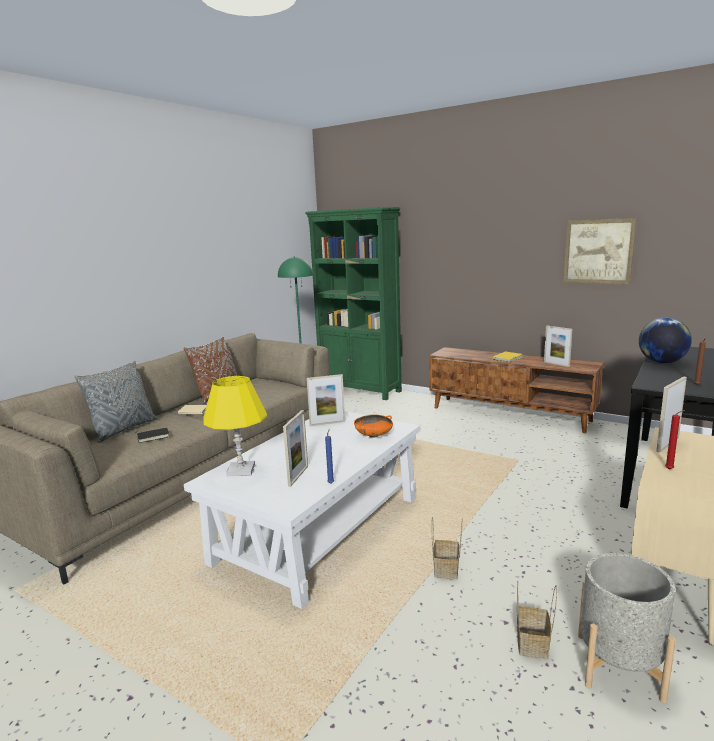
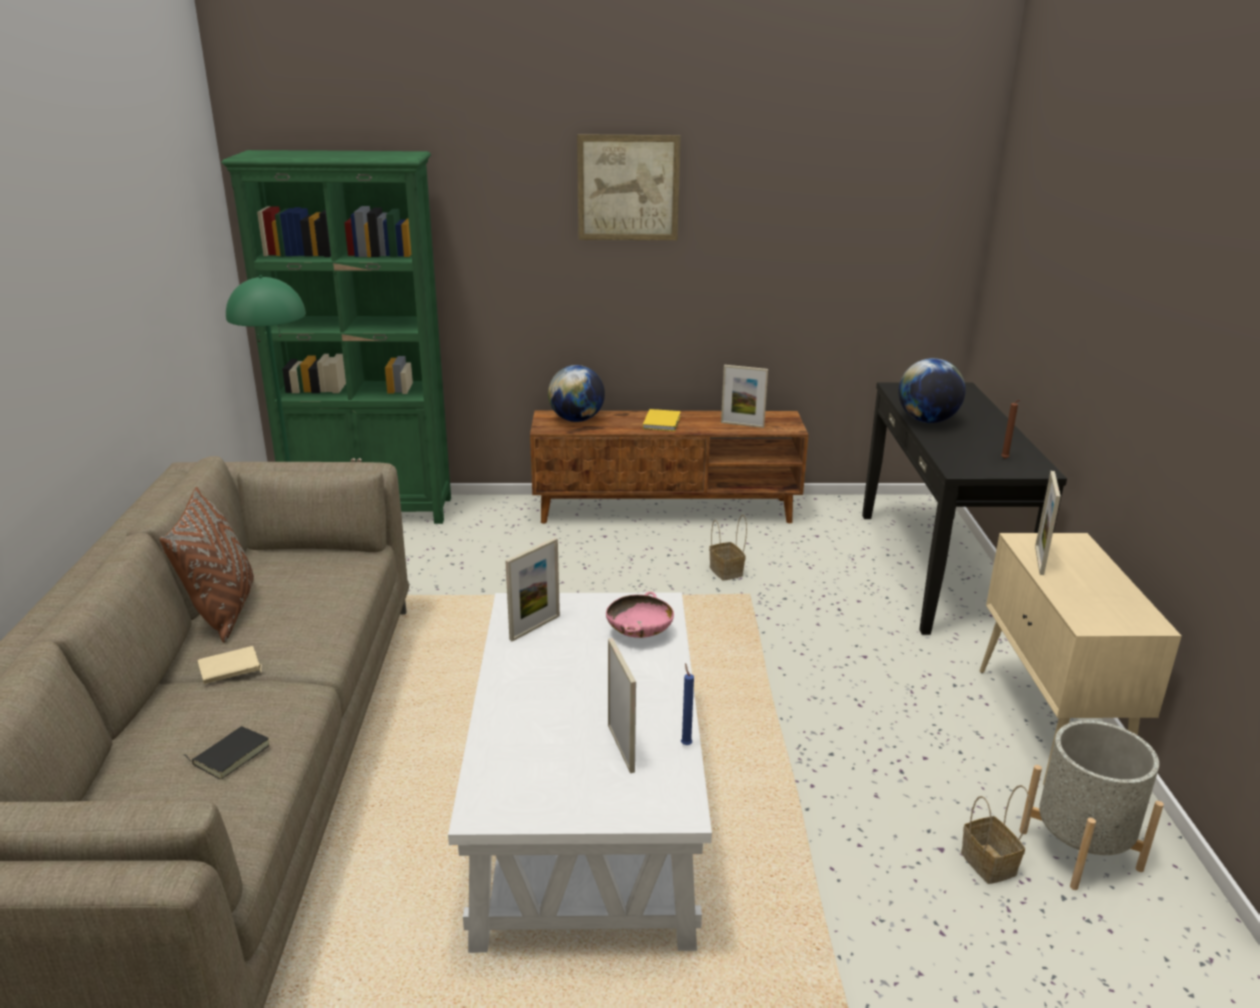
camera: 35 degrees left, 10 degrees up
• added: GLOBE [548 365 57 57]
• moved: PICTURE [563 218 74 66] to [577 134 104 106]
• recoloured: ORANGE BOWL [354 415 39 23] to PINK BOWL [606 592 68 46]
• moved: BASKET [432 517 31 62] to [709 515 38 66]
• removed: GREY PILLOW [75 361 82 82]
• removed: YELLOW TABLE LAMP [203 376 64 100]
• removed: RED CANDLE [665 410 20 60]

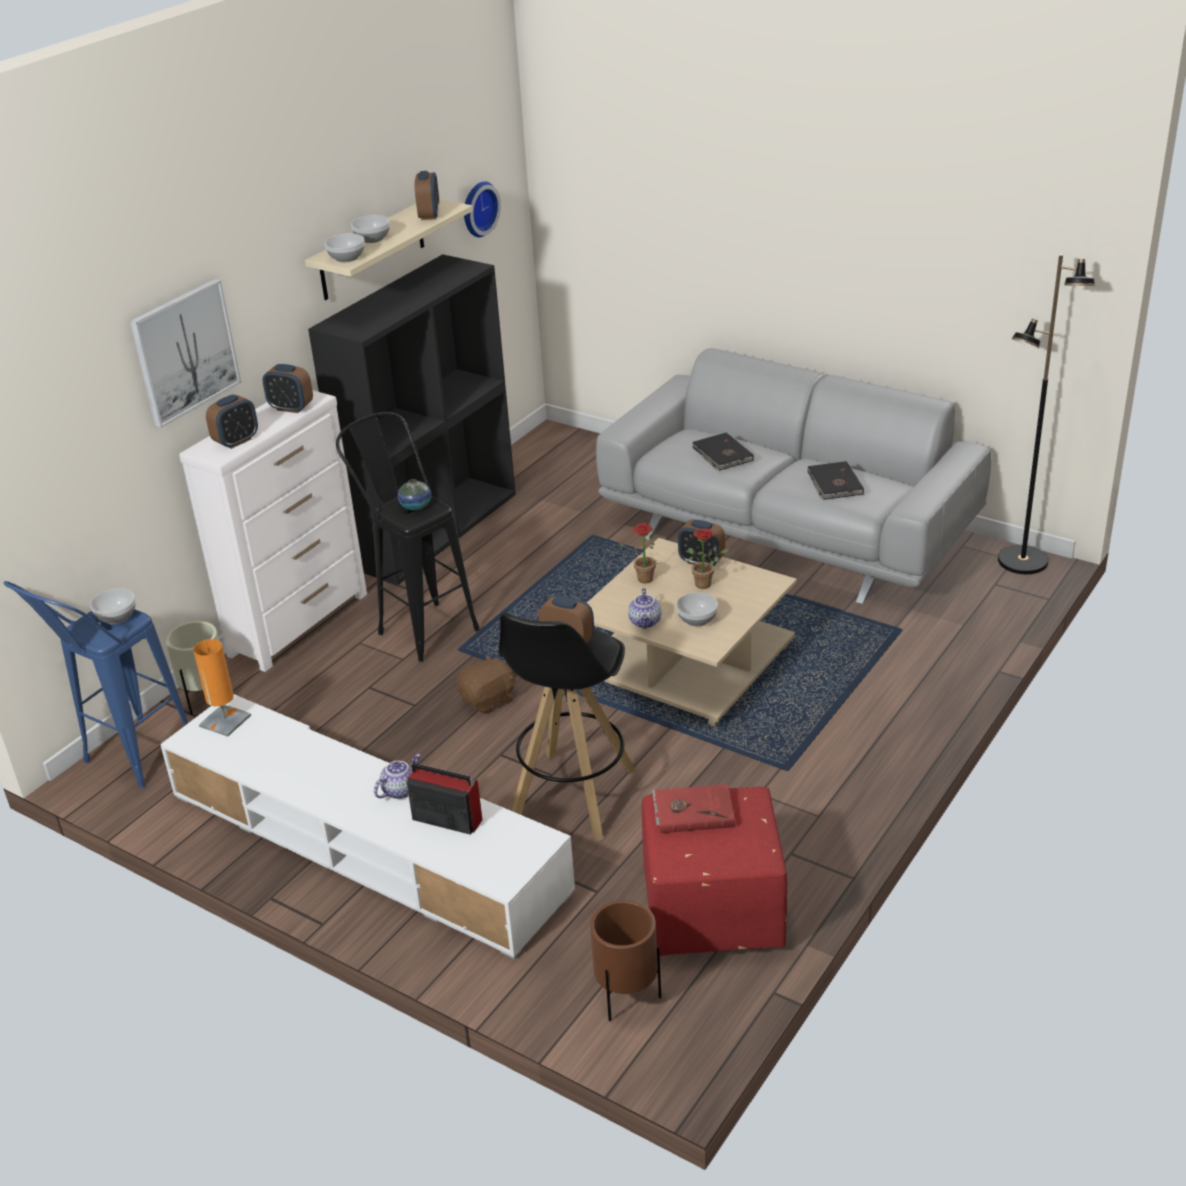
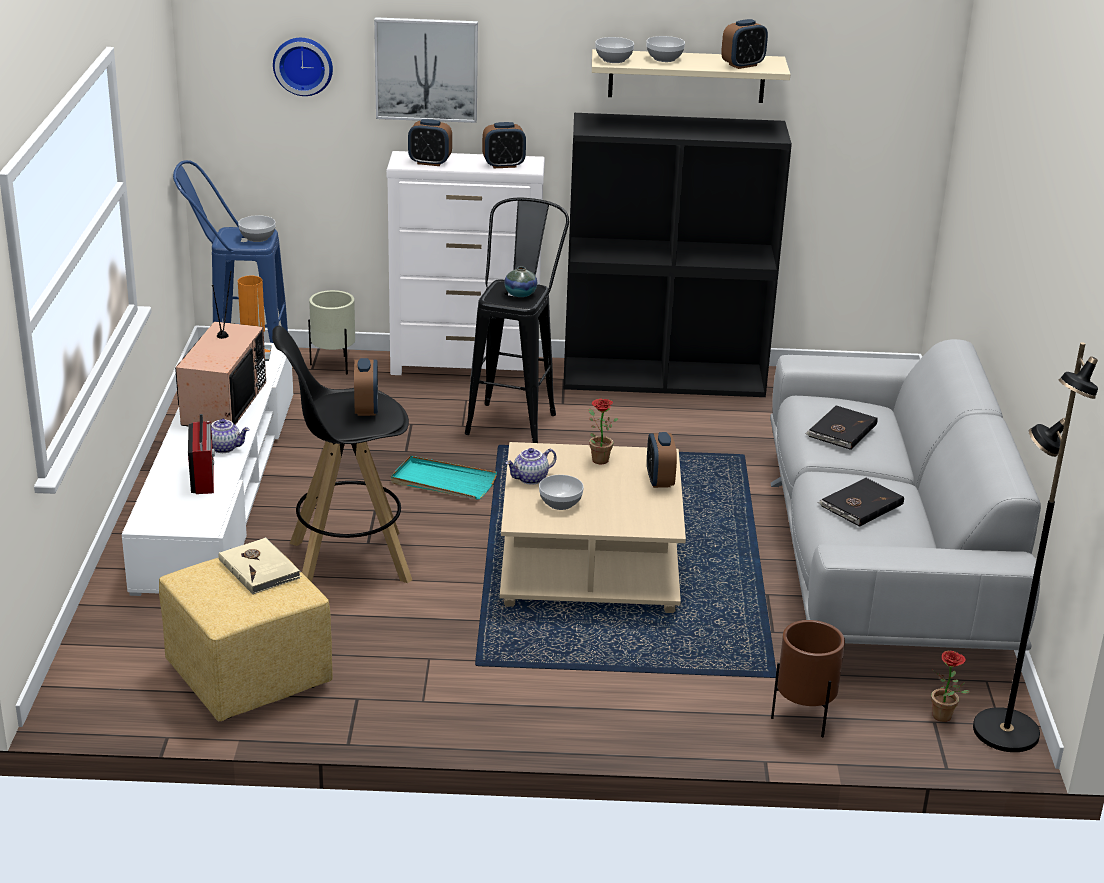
camera: 55 degrees right, 5 degrees down
• recoloured: RED OTTOMAN [642 787 145 169] to YELLOW OTTOMAN [159 546 174 175]
• added: TELEVISION [175 271 91 155]
• recoloured: RED BOOK [653 784 82 49] to BEIGE BOOK [219 537 82 57]
• moved: WALL CLOCK [464 181 37 56] to [273 38 60 58]
• replaced: BROWN PLUSH TOY [457 655 58 59] to TURQUOISE TRAY [391 456 106 44]
• turned: ALARM CLOCK [263 364 50 49] = [482 122 44 46] 90 degrees counterclockwise
• moved: BROWN PLANTER [590 900 71 121] to [771 620 74 118]
• moved: POTTED PLANT [688 529 41 60] to [931 651 39 71]

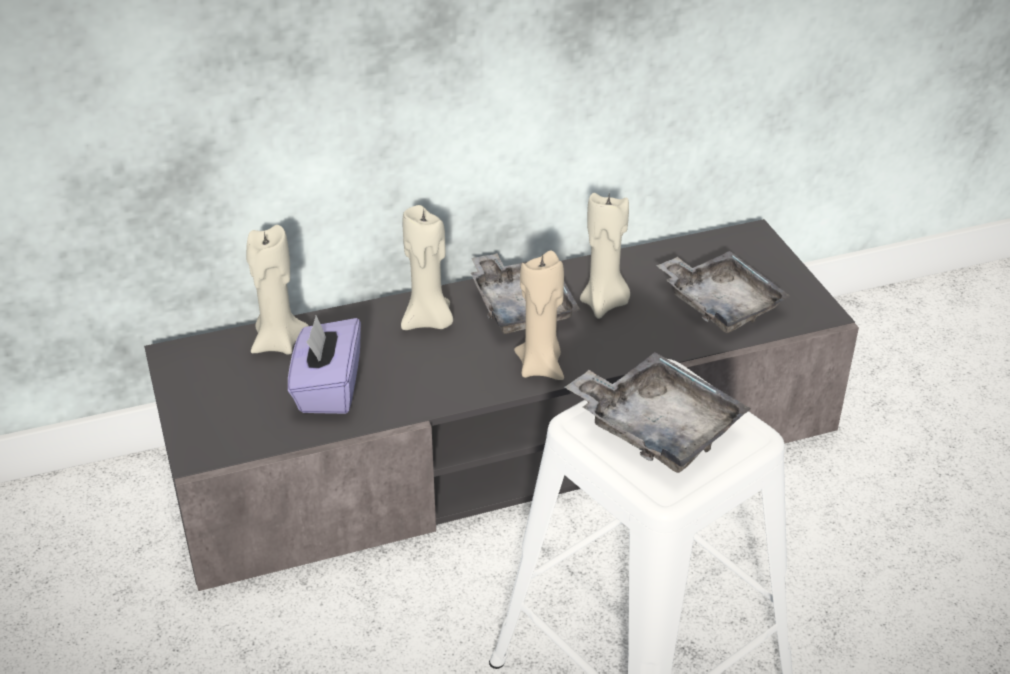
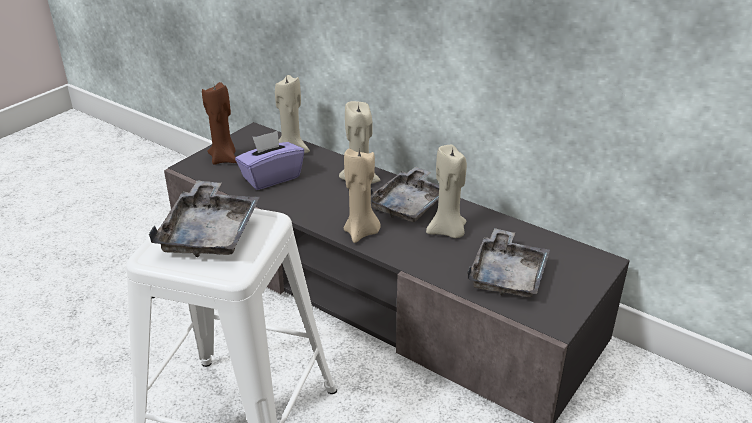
camera: 55 degrees right, 5 degrees down
• added: BROWN CANDLE [202 82 35 83]

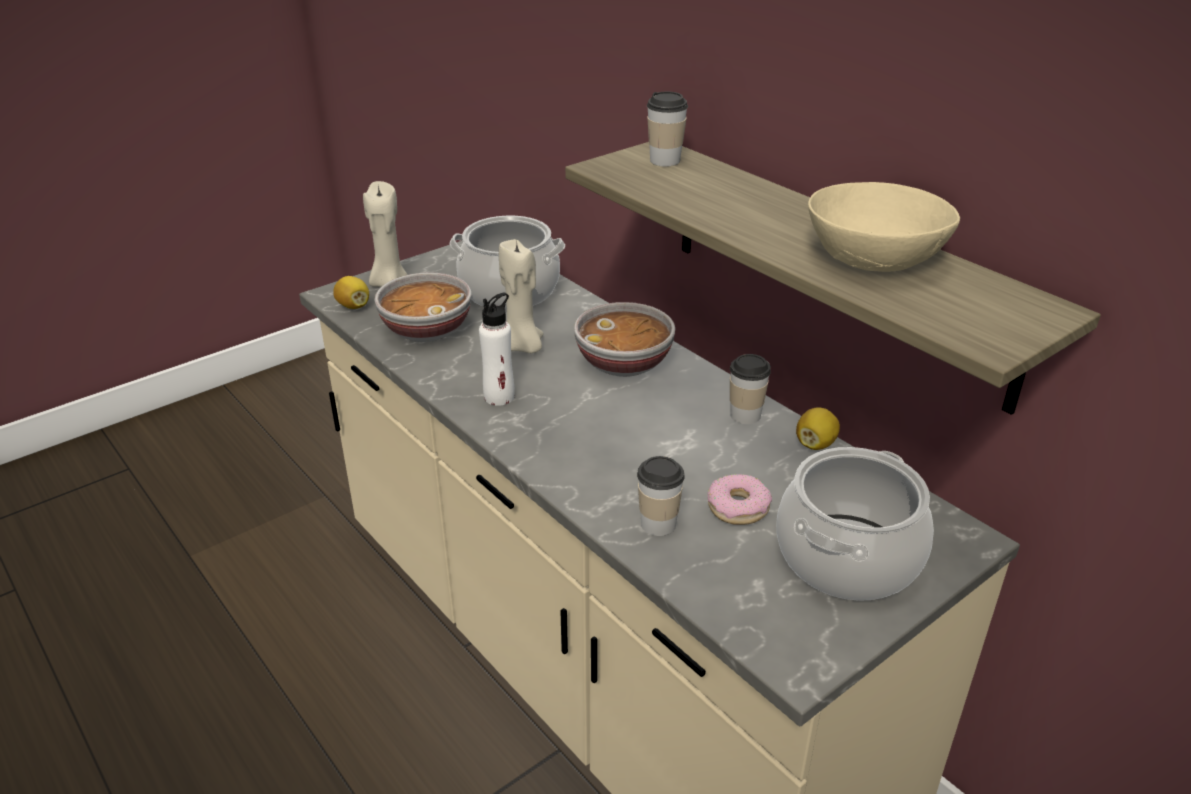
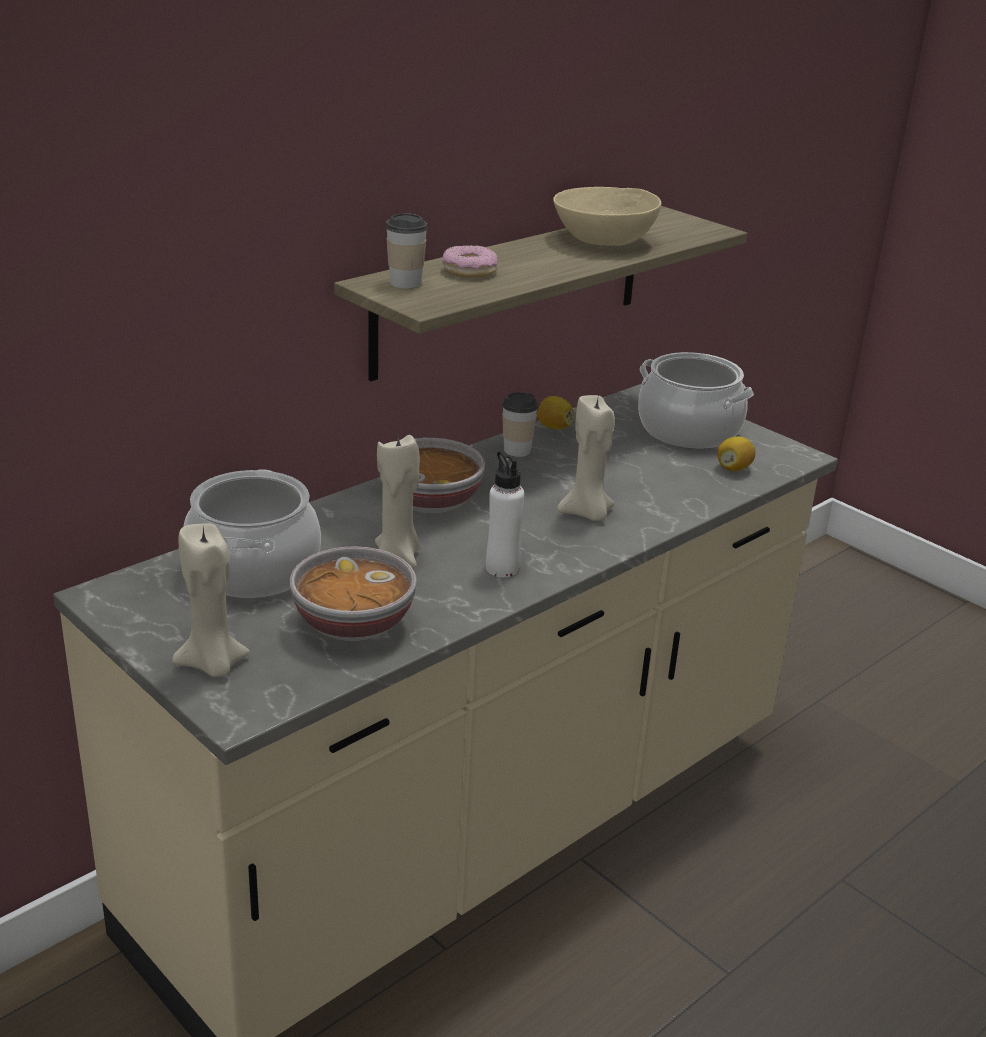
camera: 95 degrees left, 5 degrees down
• moved: DONUT [708 474 64 51] to [443 245 55 33]
• added: BEIGE CANDLE [557 395 58 126]
• moved: LEMON [333 276 36 33] to [717 437 38 34]
• removed: CUP [637 456 48 80]

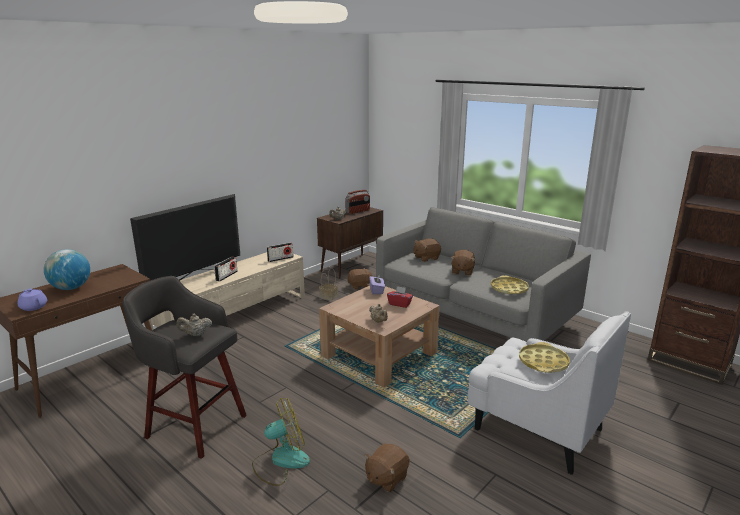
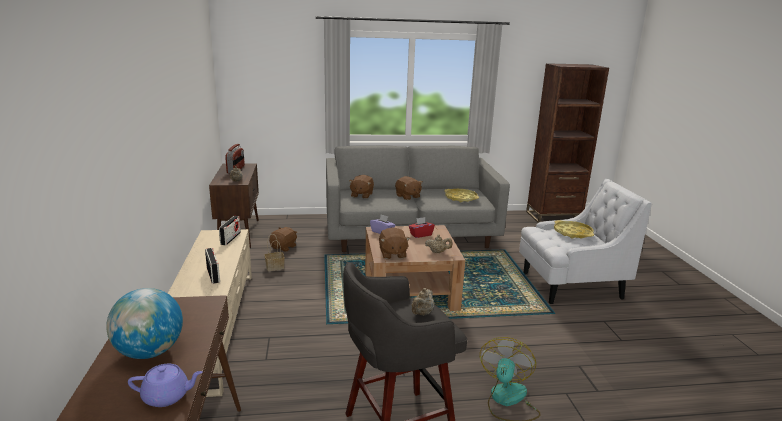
camera: 50 degrees left, 0 degrees up
• moved: BROWN PLUSH TOY [364 443 46 49] to [379 227 31 32]
• removed: TELEVISION [130 194 110 87]

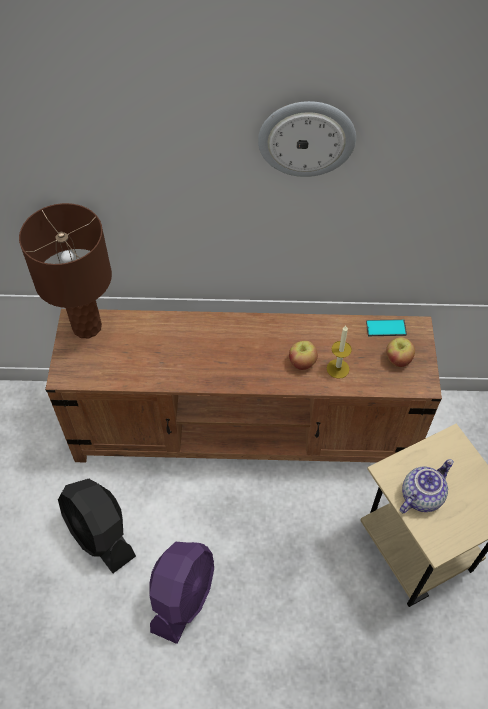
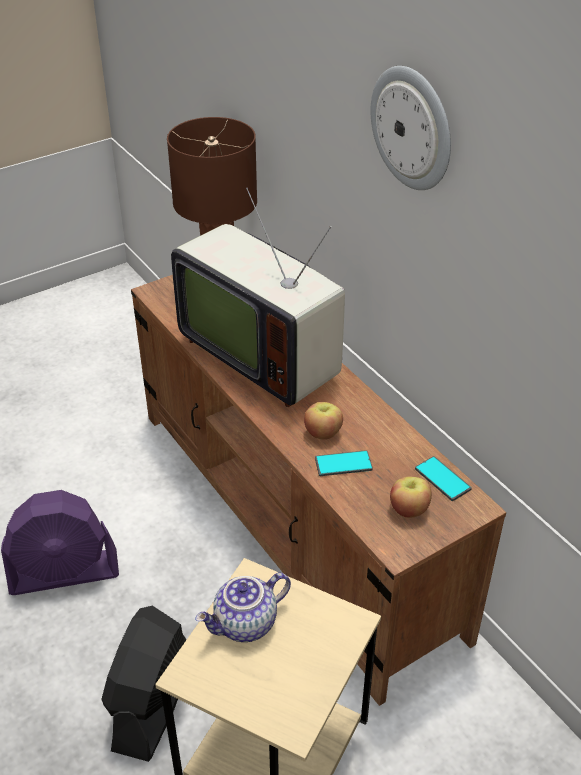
camera: 55 degrees right, 15 degrees down
• moved: BLACK FAN [58 479 78 94] to [101 606 86 156]
• added: TELEVISION [171 188 174 219]
• turned: TEAPOT [400 459 53 54] = [195 572 96 70] 135 degrees clockwise
• replaced: CANDLE [327 326 25 53] to PHONE [315 450 58 26]

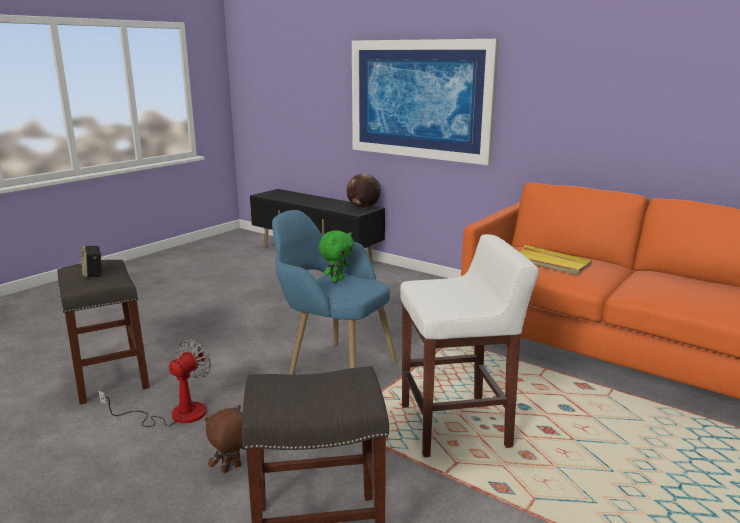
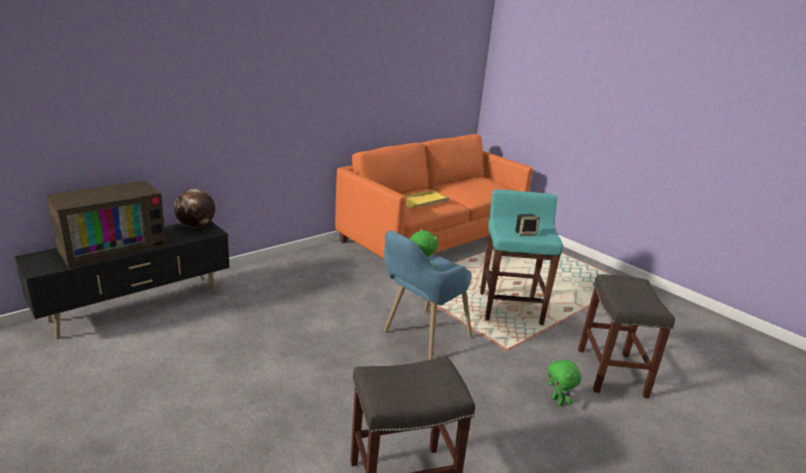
camera: 80 degrees left, 5 degrees up
• added: TELEVISION [46 180 121 88]
• recoloured: WHITE STOOL [400 234 139 223] to TURQUOISE STOOL [480 189 83 136]
• moved: SPEAKER [81 246 22 32] to [515 214 25 22]
• recoloured: BROWN PLUSH TOY [205 405 39 68] to GREEN PLUSH TOY [548 359 33 47]
• removed: FAN [98 339 113 88]
• removed: PICTURE [352 39 147 126]

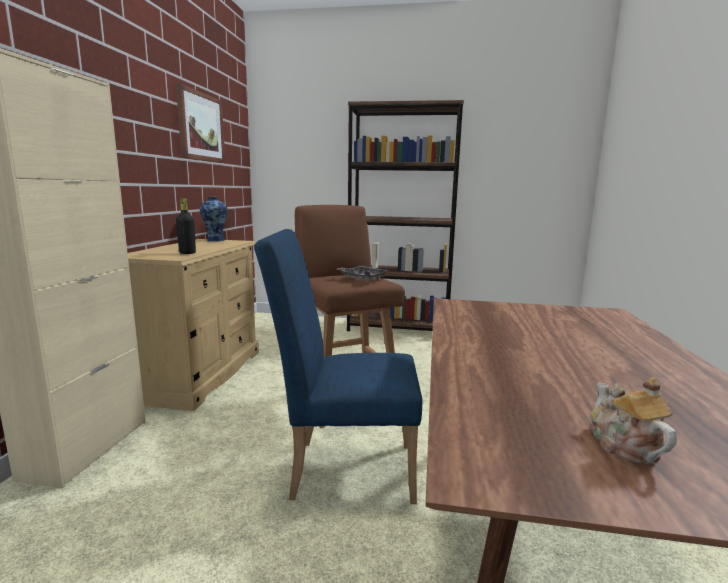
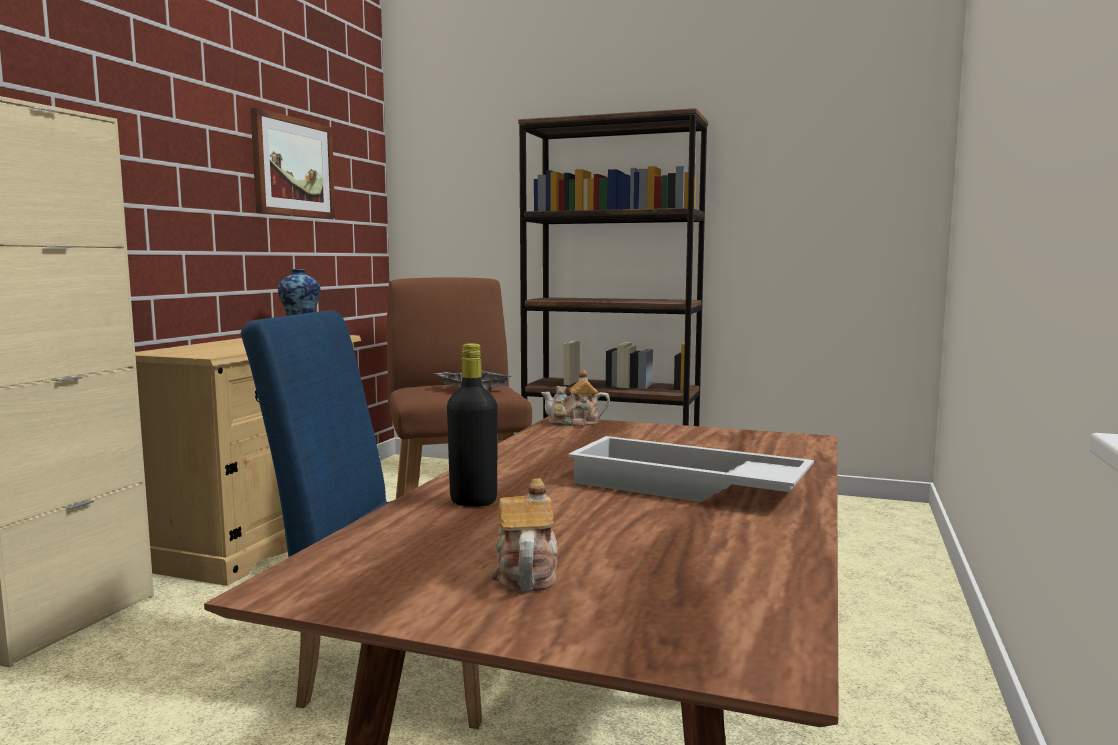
camera: 10 degrees right, 5 degrees down
• moved: BLACK BOTTLE [176 198 20 56] to [447 343 51 164]
• added: TEAPOT [541 369 69 58]
• added: WHITE TRAY [568 436 246 66]

